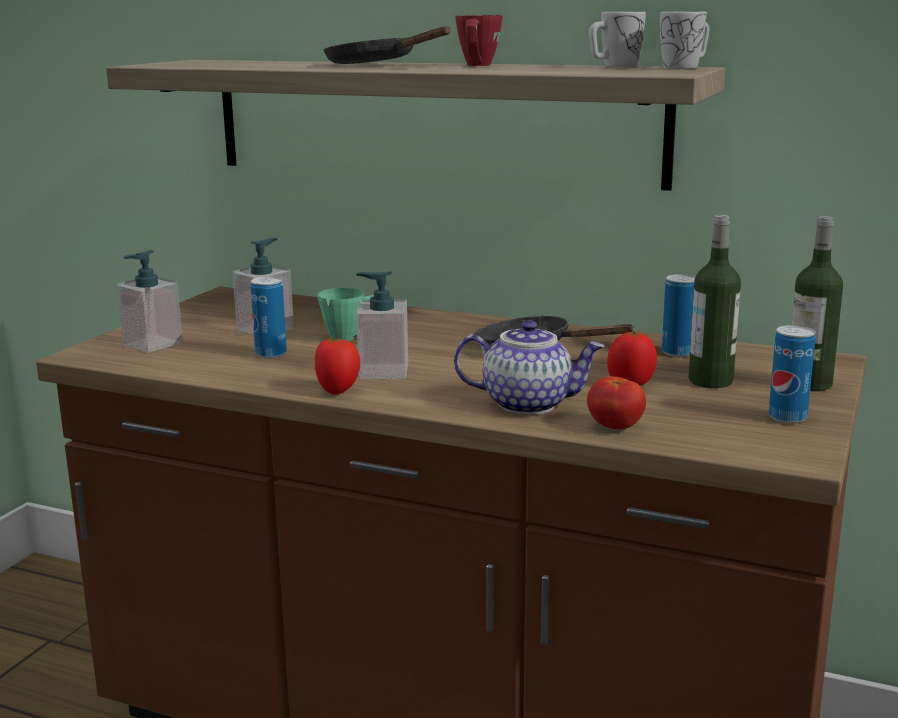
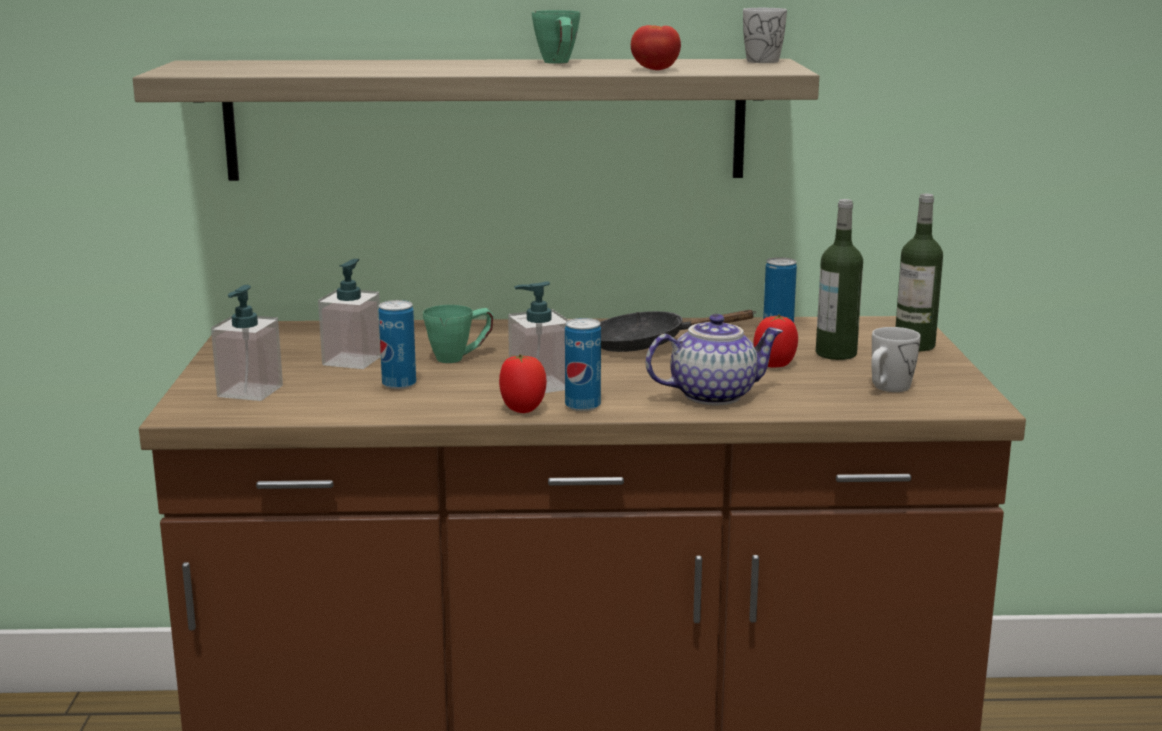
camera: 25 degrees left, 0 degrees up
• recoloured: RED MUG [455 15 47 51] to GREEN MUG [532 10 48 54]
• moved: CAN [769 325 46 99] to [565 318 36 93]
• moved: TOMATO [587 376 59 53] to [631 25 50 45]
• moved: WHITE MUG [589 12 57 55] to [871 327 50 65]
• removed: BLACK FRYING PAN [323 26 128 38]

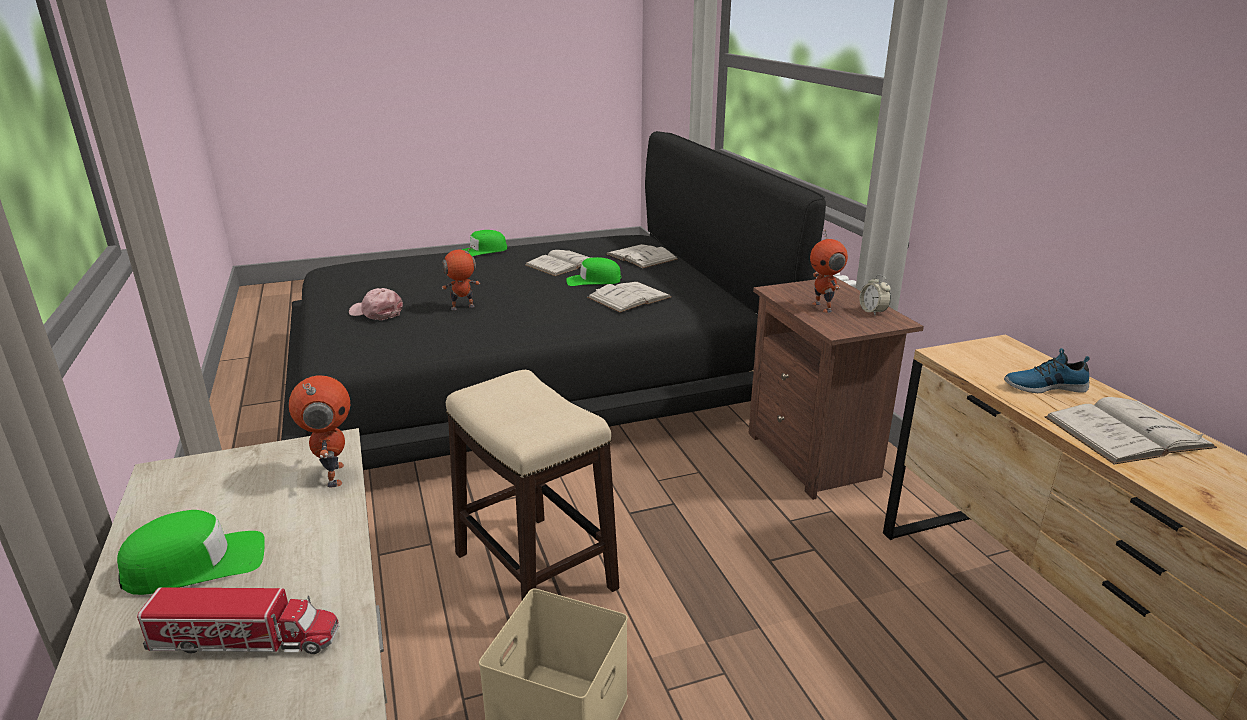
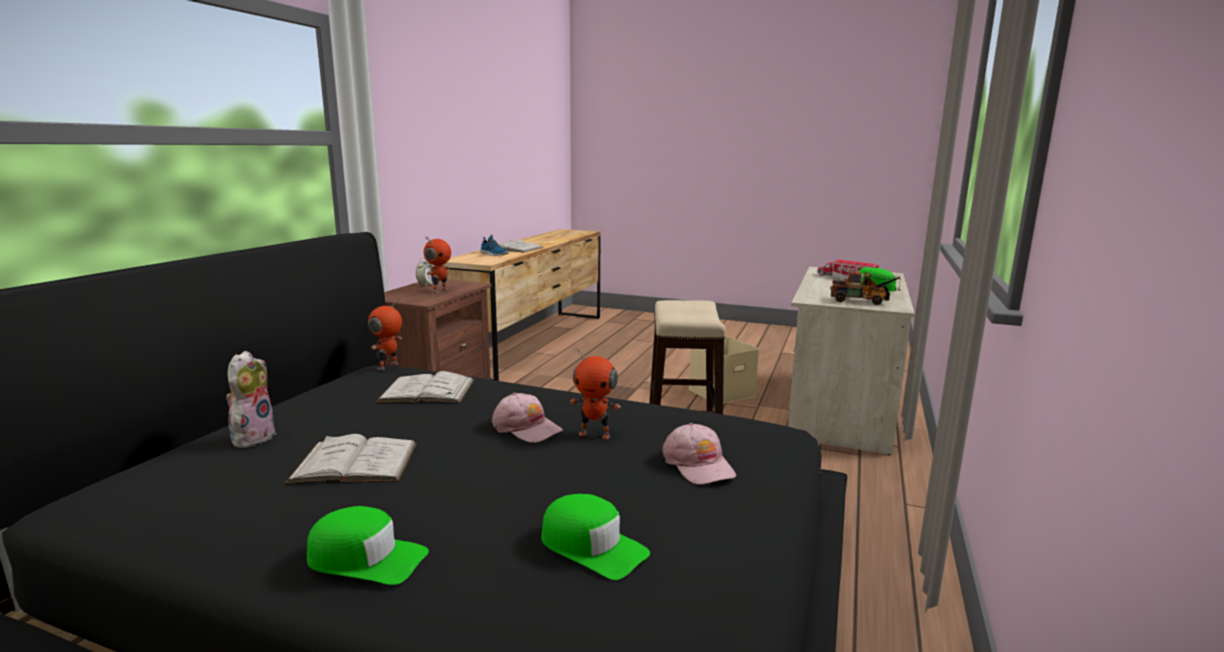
camera: 140 degrees left, 10 degrees down
• replaced: WHITE BOOK [607 244 70 24] to PLUSH TOY [226 351 51 97]
• moved: TOY ROBOT [289 375 61 113] to [368 299 34 72]
• added: PINK CAP [492 393 71 50]
• moved: GREEN CAP [566 257 56 29] to [541 494 109 86]
• added: TOY TRUCK [830 270 71 35]

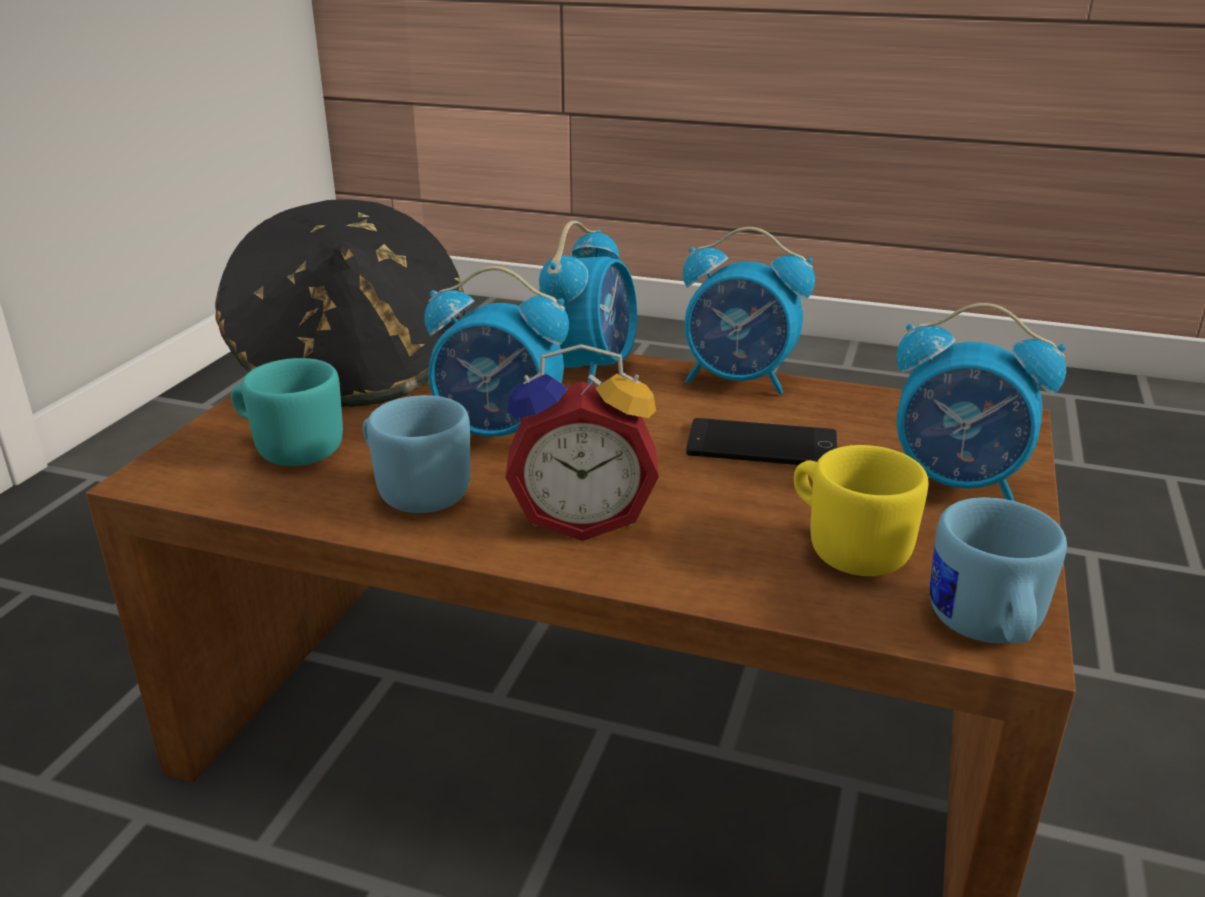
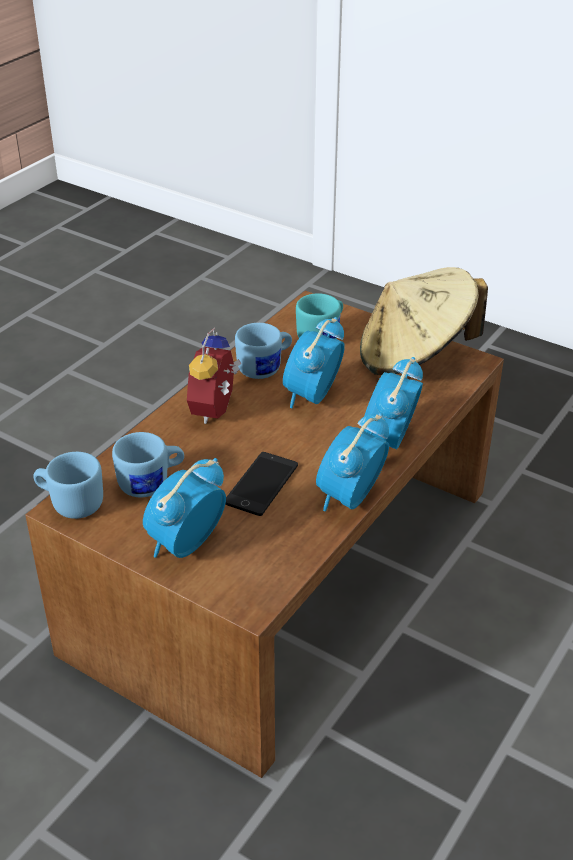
camera: 105 degrees right, 10 degrees up
• recoloured: YELLOW MUG [794 445 134 131] to BLUE MUG [112 432 72 65]
• recoloured: BLACK HAT [215 199 250 208] to BEIGE HAT [360 267 128 108]
• turned: ALARM CLOCK [539 221 98 164] = [364 357 59 92] 75 degrees clockwise

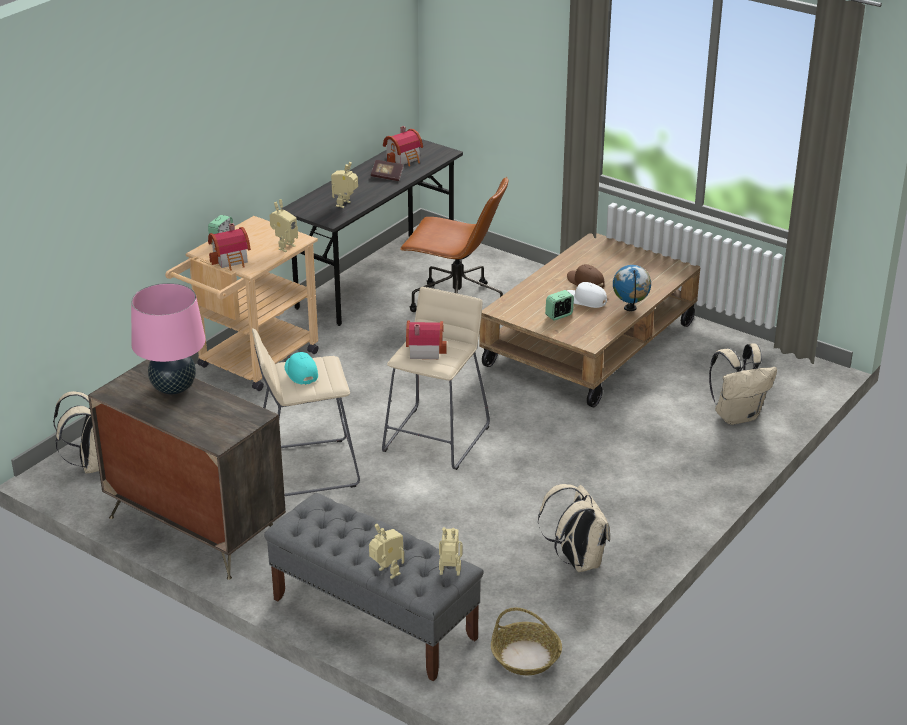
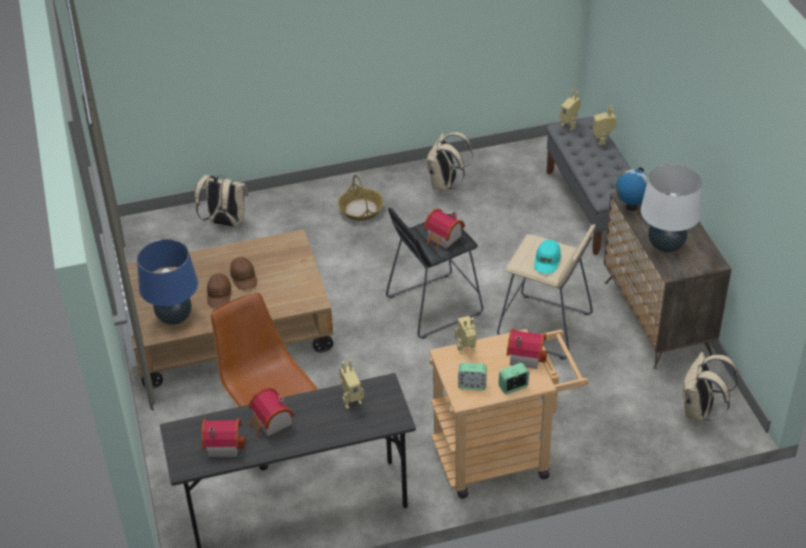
camera: 140 degrees left, 10 degrees up
• added: BLUE TABLE LAMP [137 239 61 86]
• recoloured: WHITE CAP [567 282 40 26] to BROWN CAP [230 257 27 33]
• replaced: BOOK [371 160 32 21] to TOY HOUSE [249 387 46 50]
• moved: BASKET [491 608 71 67] to [338 175 46 46]
• recoloured: BEIGE STOOL [382 287 108 183] to BLACK STOOL [386 207 97 132]
• moved: ALARM CLOCK [545 290 29 31] to [458 363 29 27]
• moved: GLOBE [613 265 38 46] to [616 167 33 44]
• recoloured: PINK TABLE LAMP [131 283 75 111] to WHITE TABLE LAMP [641 164 61 88]

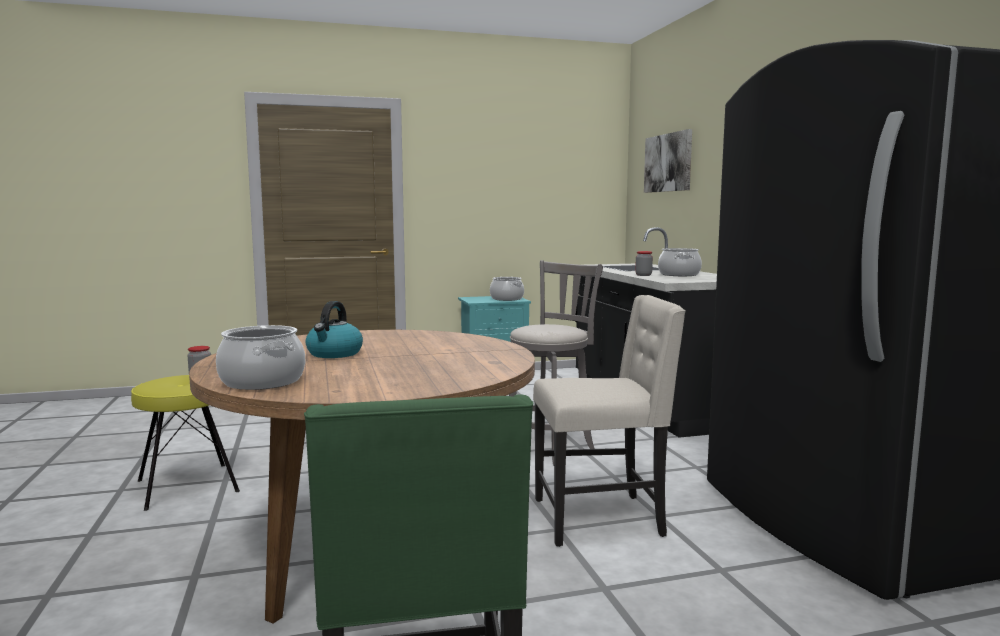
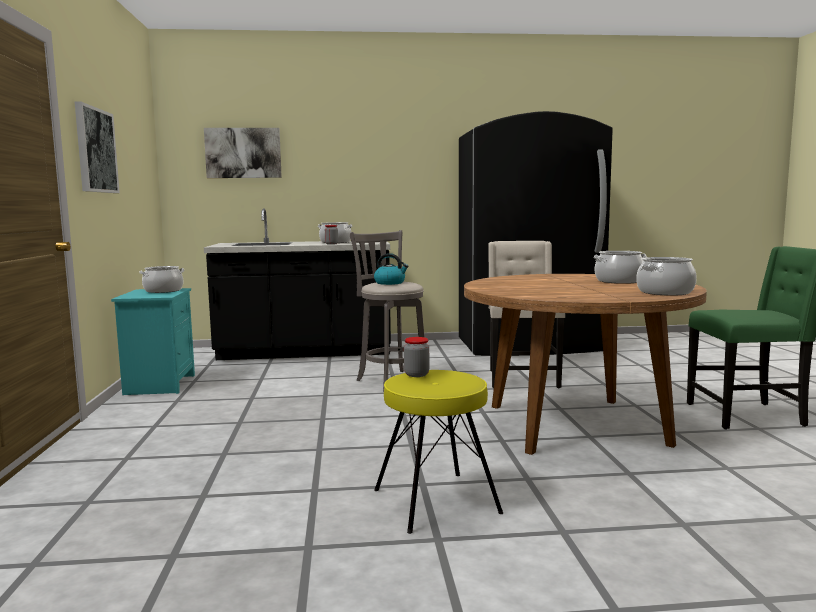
camera: 80 degrees left, 0 degrees up
• added: PICTURE [75 102 45 91]
• moved: KETTLE [306 301 57 57] to [374 253 35 32]
• added: COOKING POT [593 251 54 33]

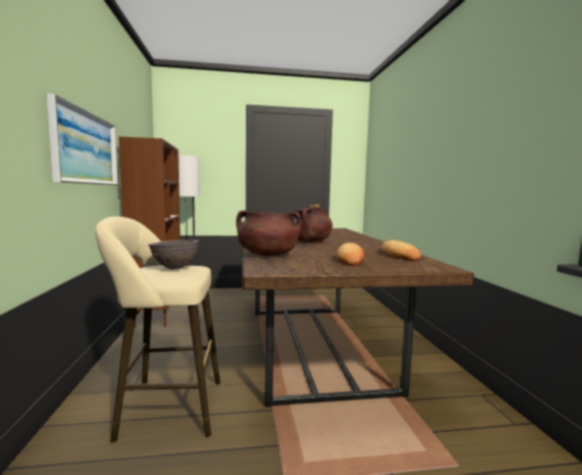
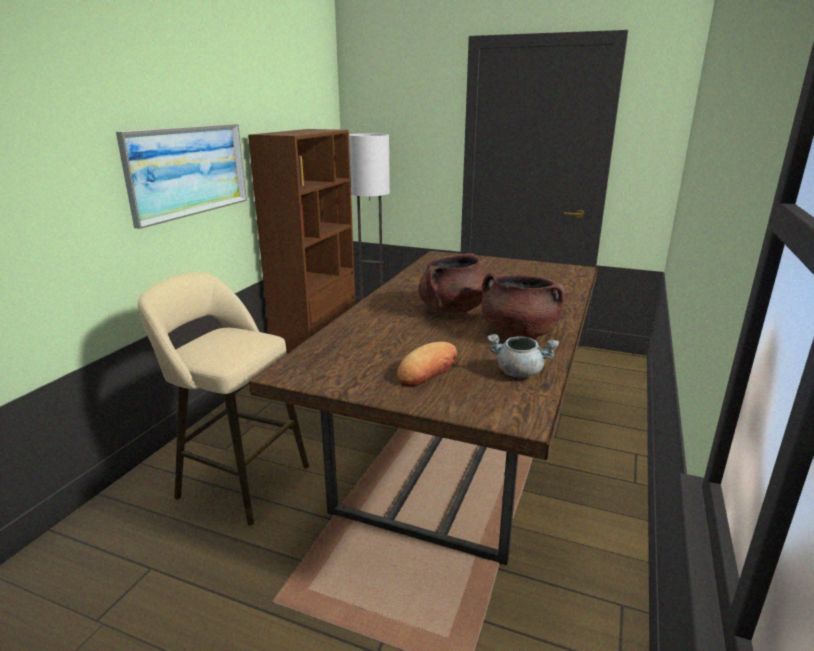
camera: 30 degrees right, 15 degrees up
• moved: BROWN COOKING POT [236 210 65 46] to [482 273 83 65]
• replaced: BREAD [381 240 40 21] to GREY COOKING POT [487 334 72 44]
• removed: BROWN BOWL [148 240 51 30]

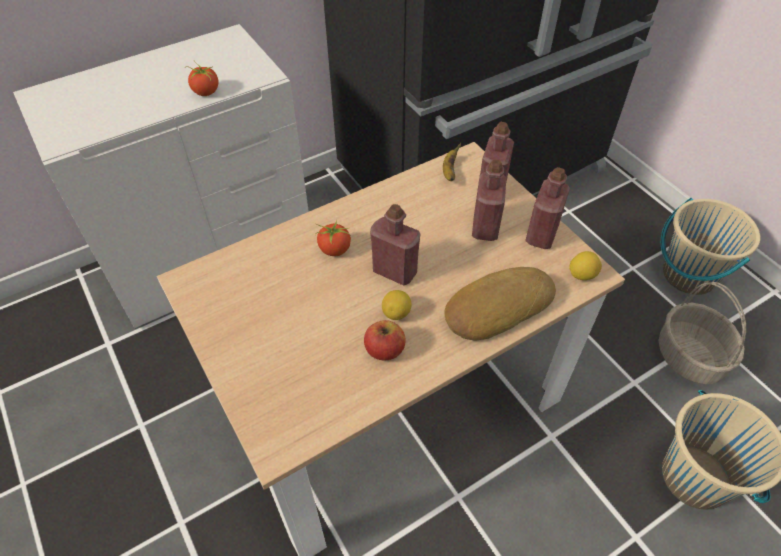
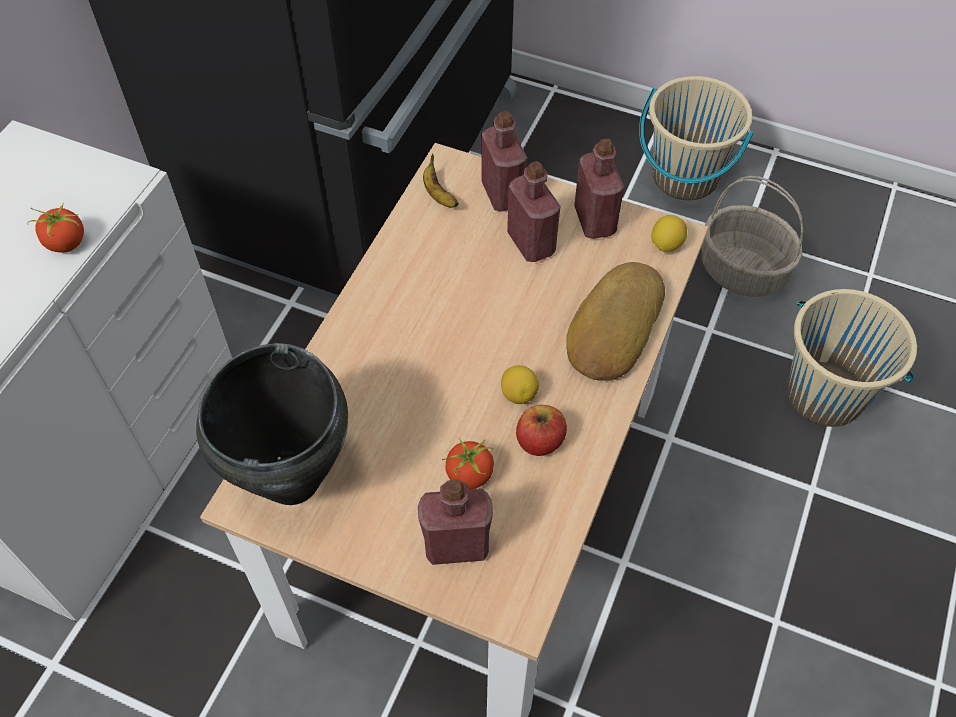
camera: 35 degrees left, 5 degrees up
• added: BLACK COOKING POT [196 343 152 162]
• moved: RED BOTTLE [370 204 50 82] to [418 480 75 85]
• moved: TOMATO [315 219 36 37] to [442 437 52 52]

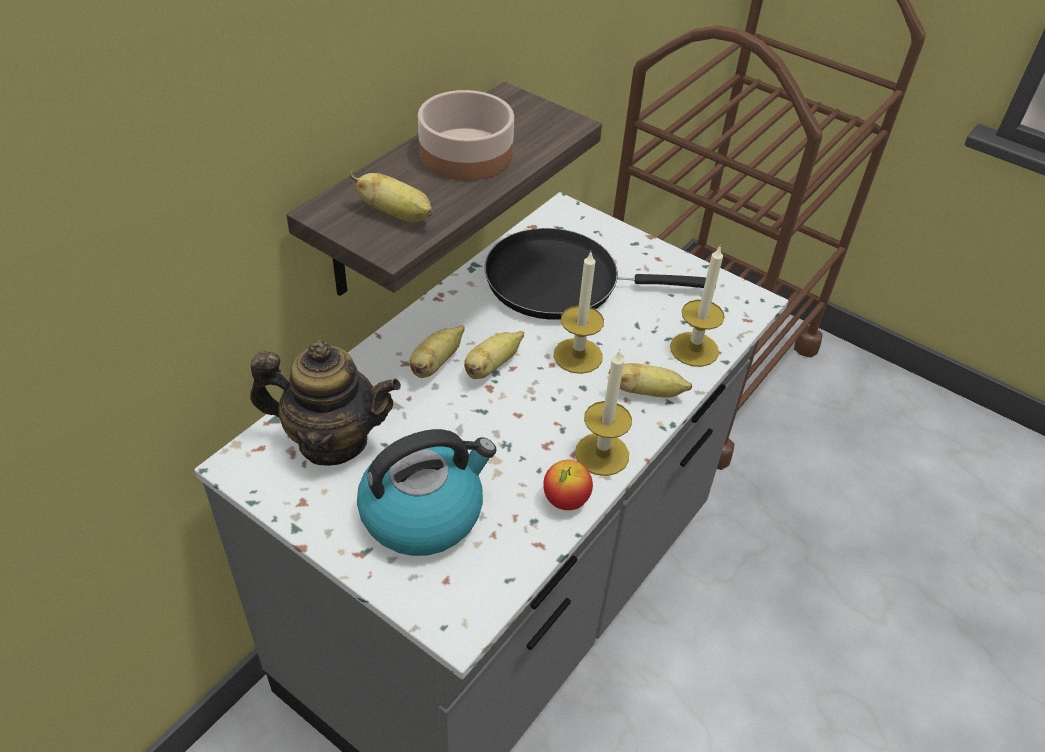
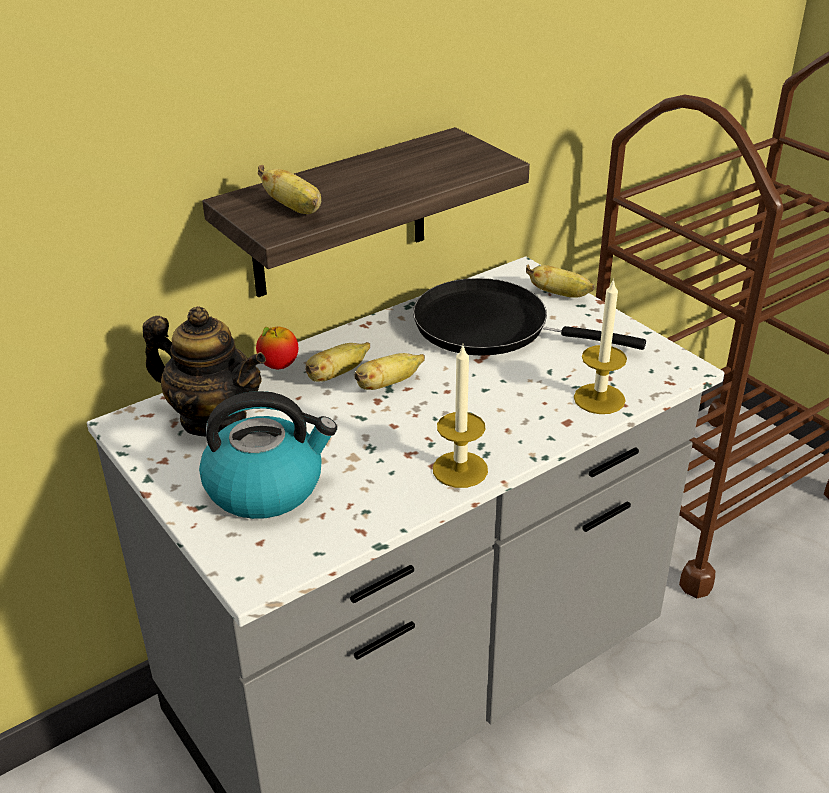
camera: 20 degrees right, 10 degrees down
• moved: APPLE [543 460 50 50] to [256 326 42 43]
• moved: BANANA [609 363 83 35] to [526 264 69 34]
• removed: BOWL [418 90 96 91]
• removed: CANDLE [553 252 51 122]

